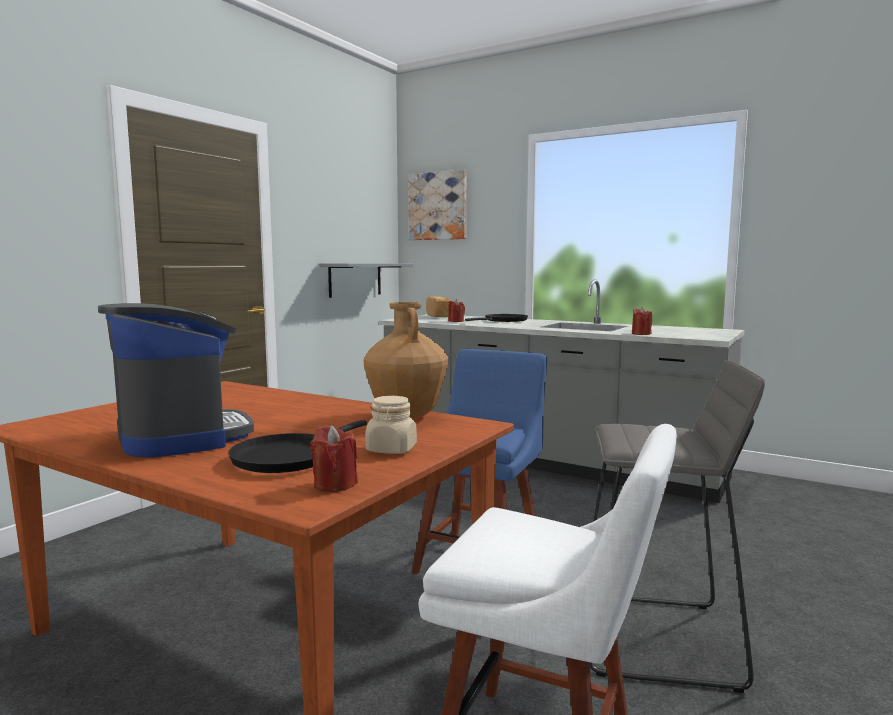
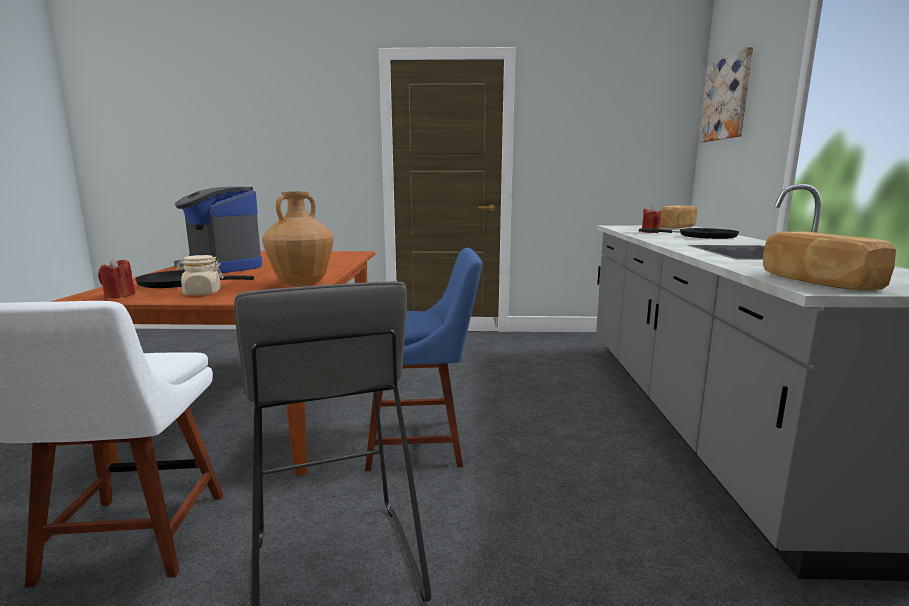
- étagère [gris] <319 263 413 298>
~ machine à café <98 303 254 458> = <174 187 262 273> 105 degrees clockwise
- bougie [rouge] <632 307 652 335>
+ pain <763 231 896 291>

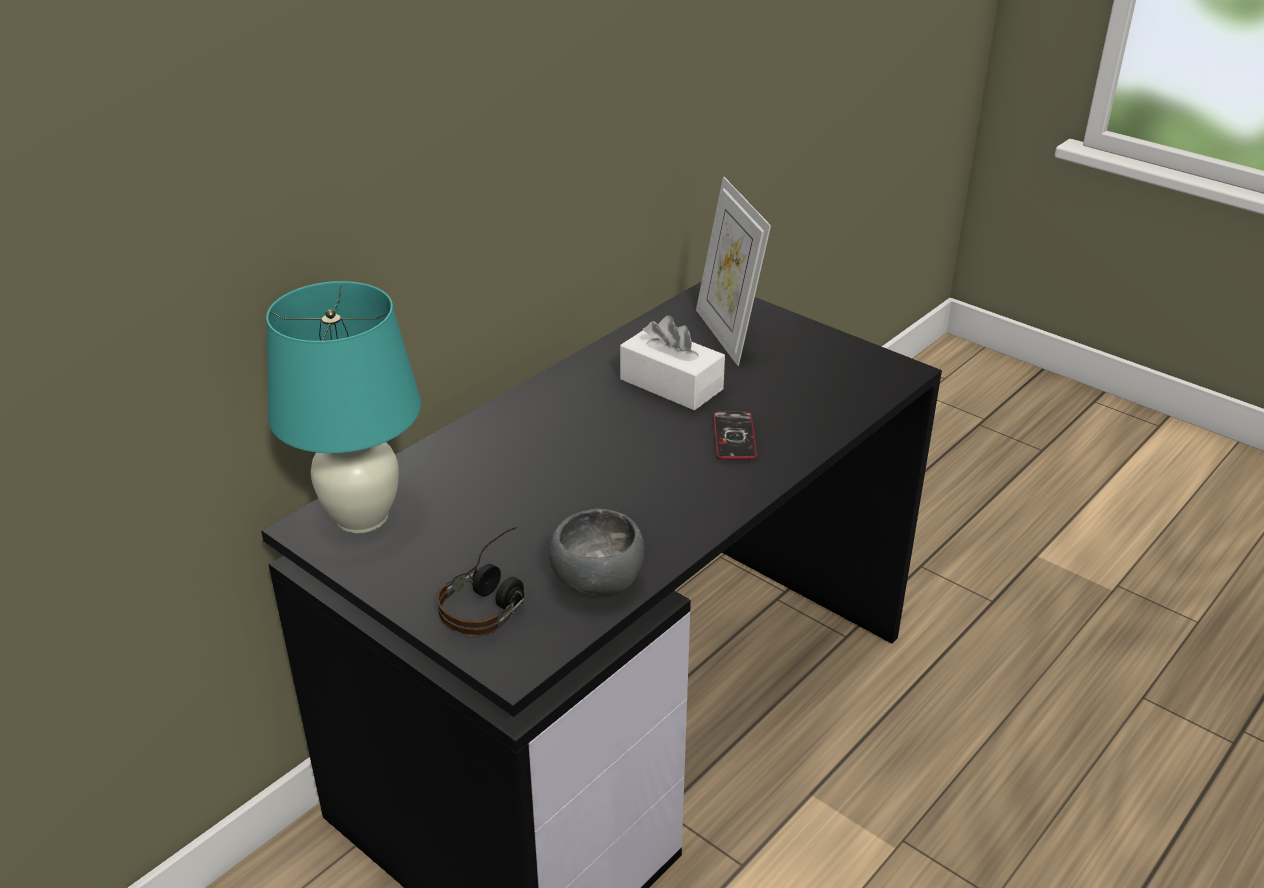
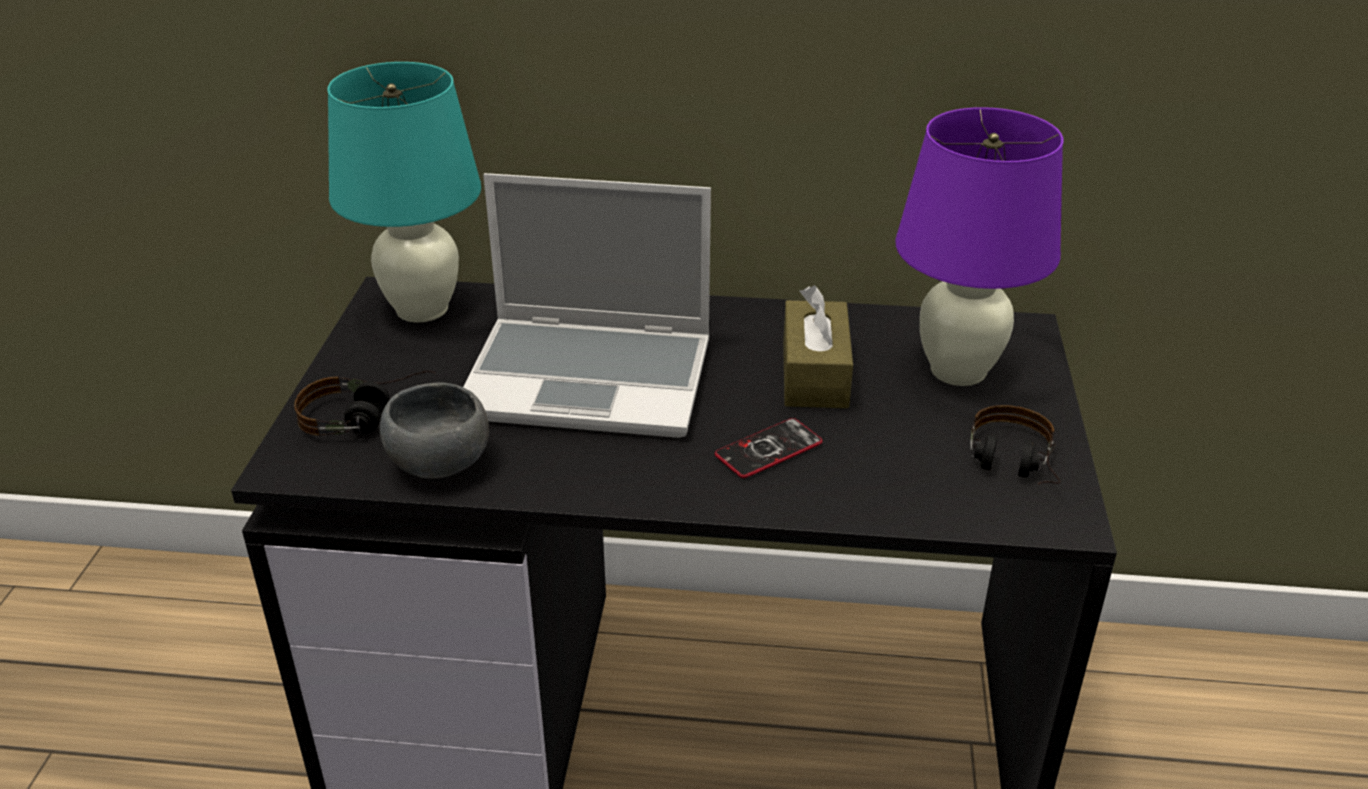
~ cadre photo <696 177 771 366> to lampe de table [violet] <895 107 1064 386>
~ boîte à mouchoirs [blanc] <620 315 725 411> to boîte à mouchoirs [marron] <783 285 853 408>
+ ordinateur portable <463 173 711 438>
+ casque audio <970 405 1061 485>

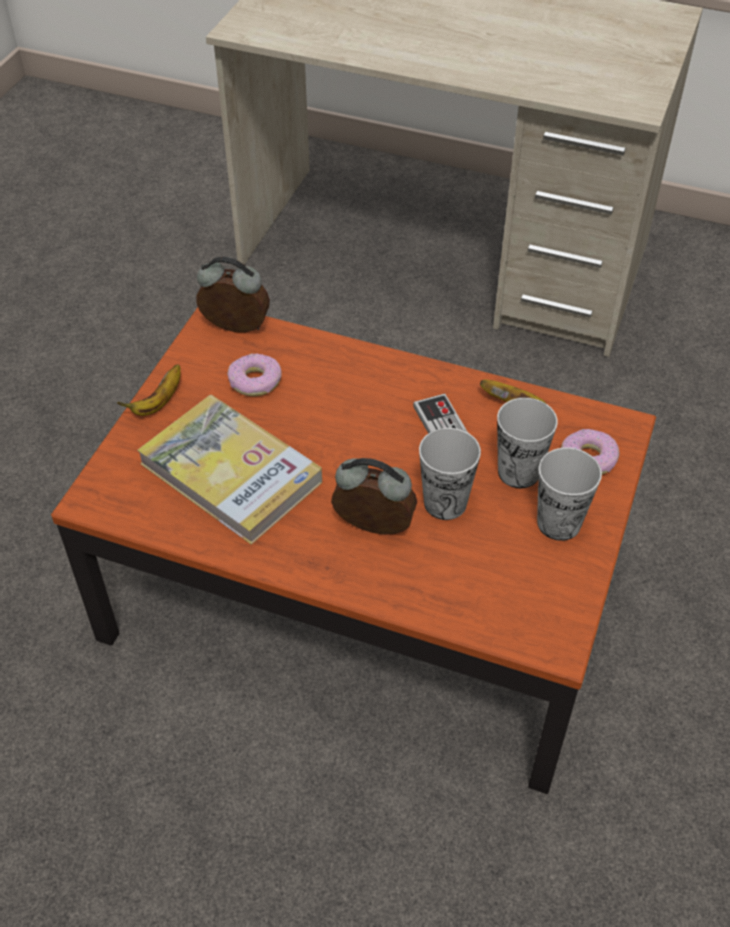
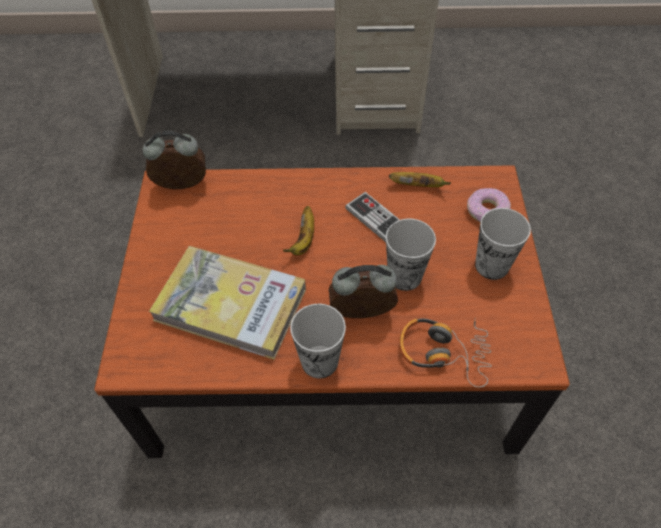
- beignet <227 353 282 397>
~ banane <117 364 181 416> to <283 206 314 255>
~ tasse <497 398 558 488> to <290 304 346 379>
+ casque audio <399 318 492 388>

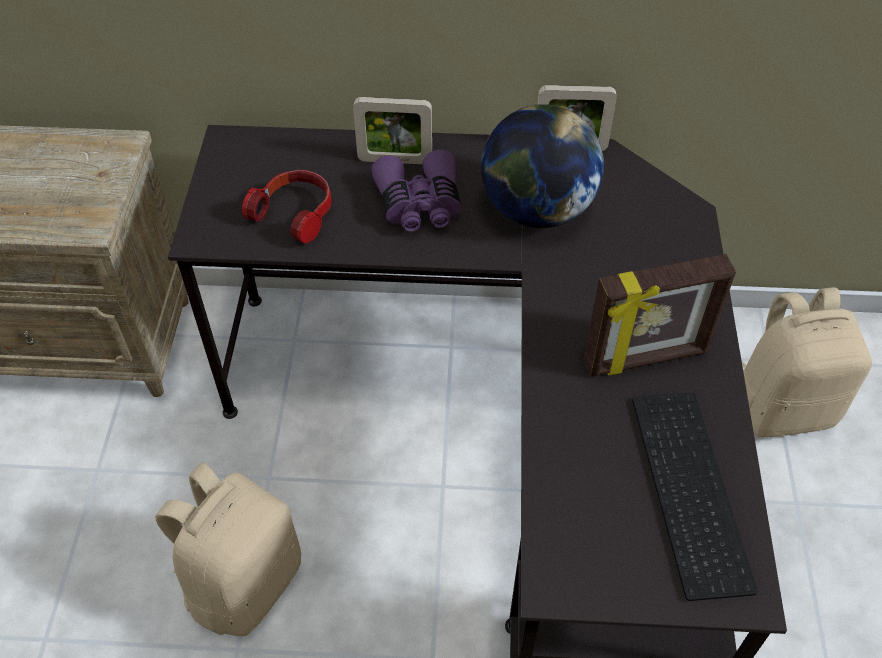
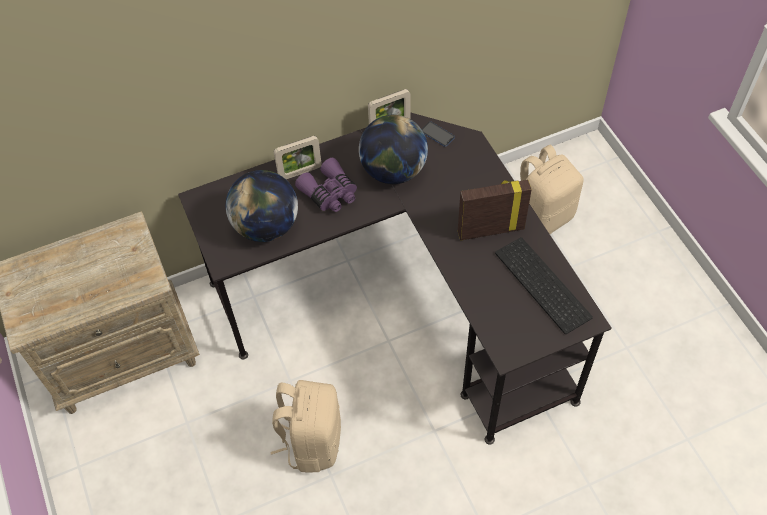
~ casque audio <242 170 332 243> to globe <226 170 298 242>
~ cadre photo <584 254 736 377> = <458 180 532 240> 150 degrees counterclockwise
+ téléphone <422 121 455 147>

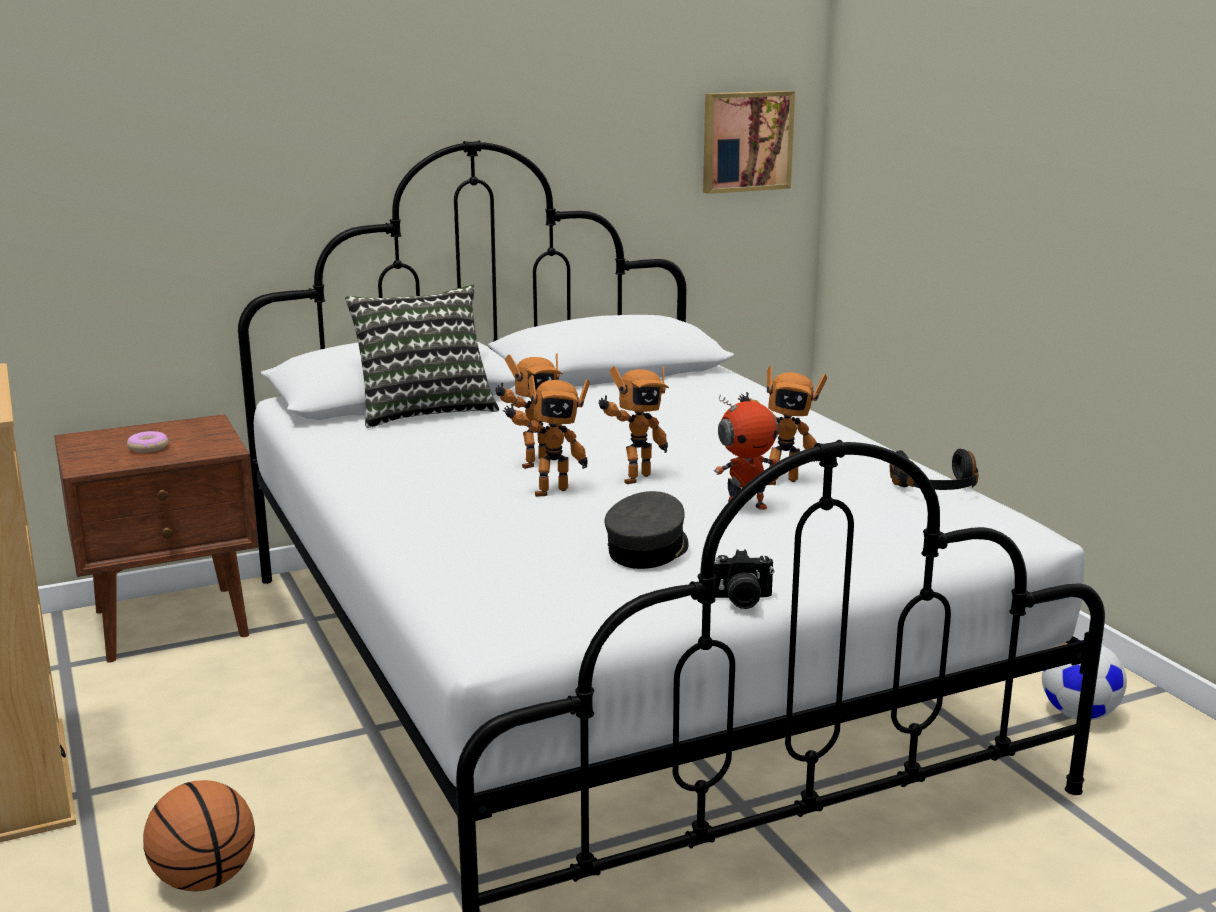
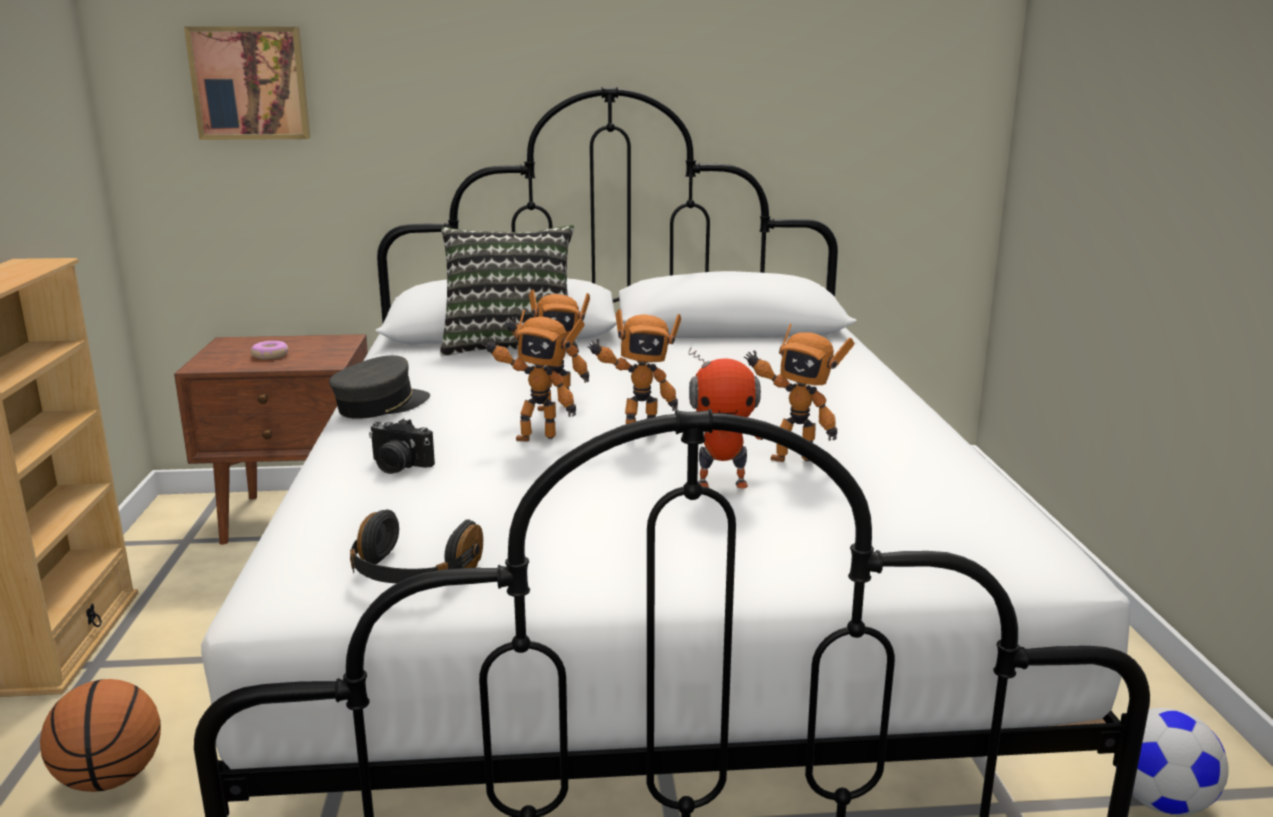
~ tableau <703 91 795 194> to <184 26 310 140>
~ casque audio [noir] <890 448 979 490> to <350 509 483 583>
~ casquette [gris] <604 491 689 569> to <329 355 430 419>
~ appareil photo <714 549 774 609> to <369 419 435 474>

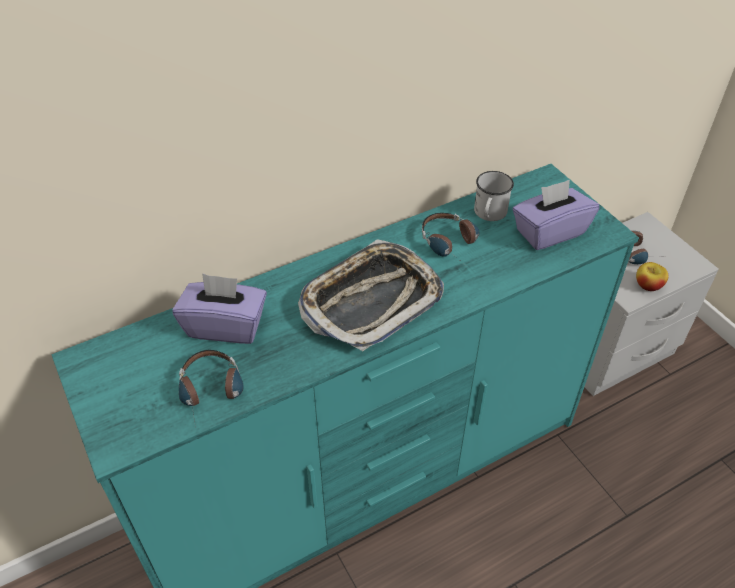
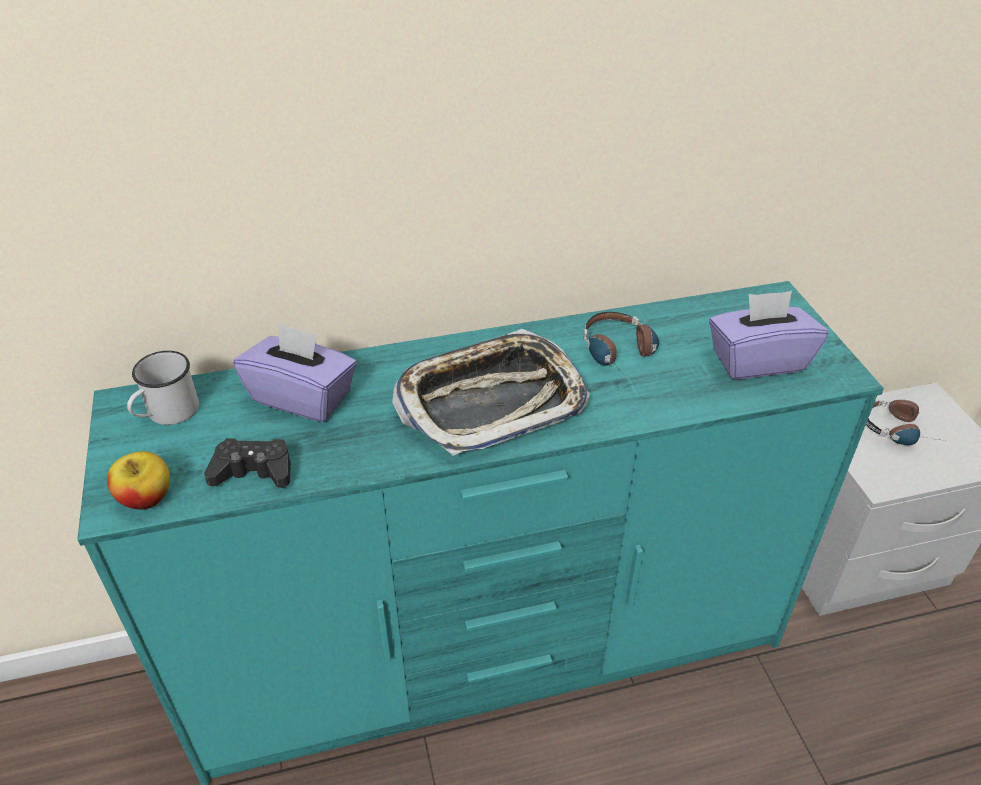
~ mug [blanc] <474 171 514 221> to <127 351 199 425>
~ pomme <636 262 668 291> to <107 451 170 509>
~ casque audio <179 350 244 428> to manette [noir] <204 438 291 488>

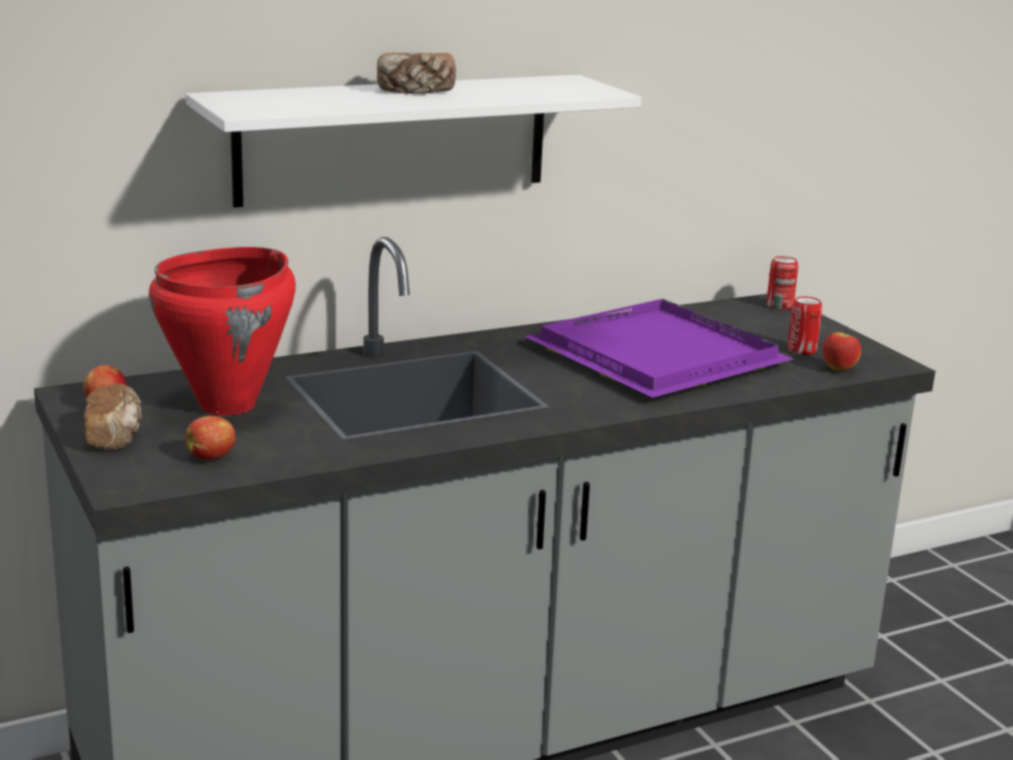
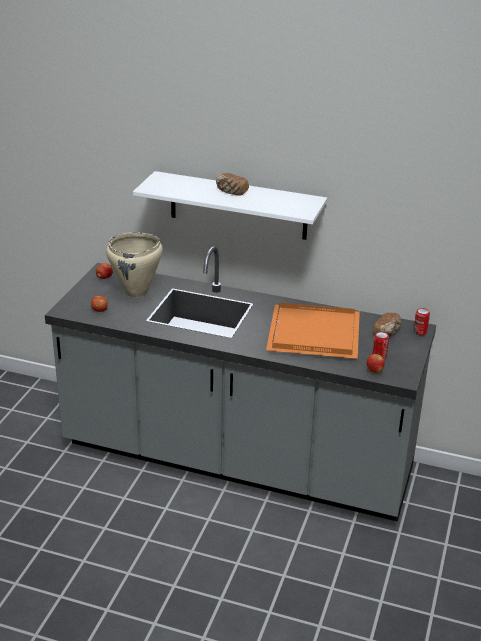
~ marmite [rouge] <149 247 296 415> to marmite [beige] <106 232 163 298>
~ plateau [violet] <524 299 793 398> to plateau [orange] <266 303 360 359>
~ pain <84 384 142 450> to <373 312 402 337>

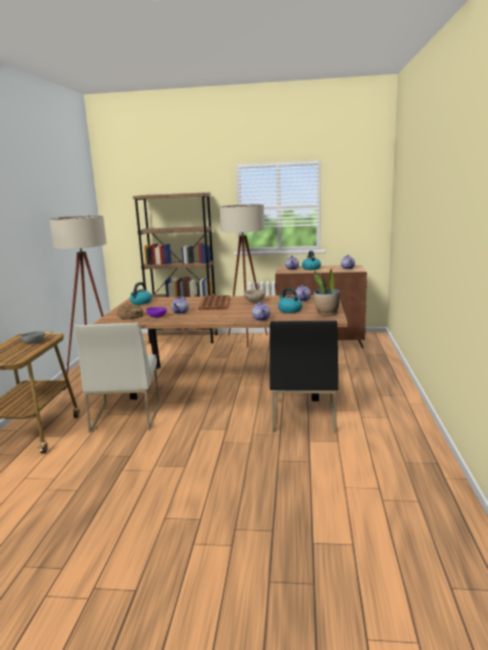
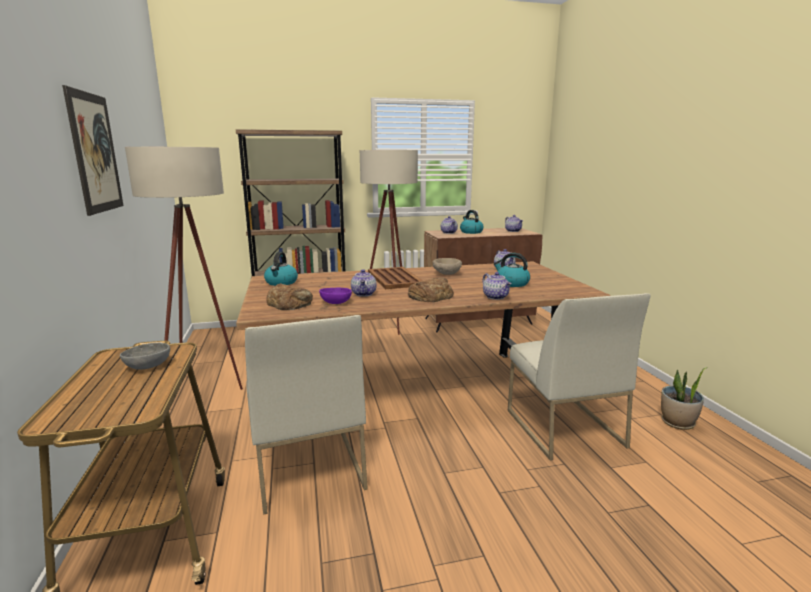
~ plante en pot <314 268 340 316> to <661 367 707 430>
~ chaise [noir] <270 320 338 433> to chaise [blanc] <508 293 651 461>
+ tableau <62 85 123 216>
+ pain <408 277 454 302>

